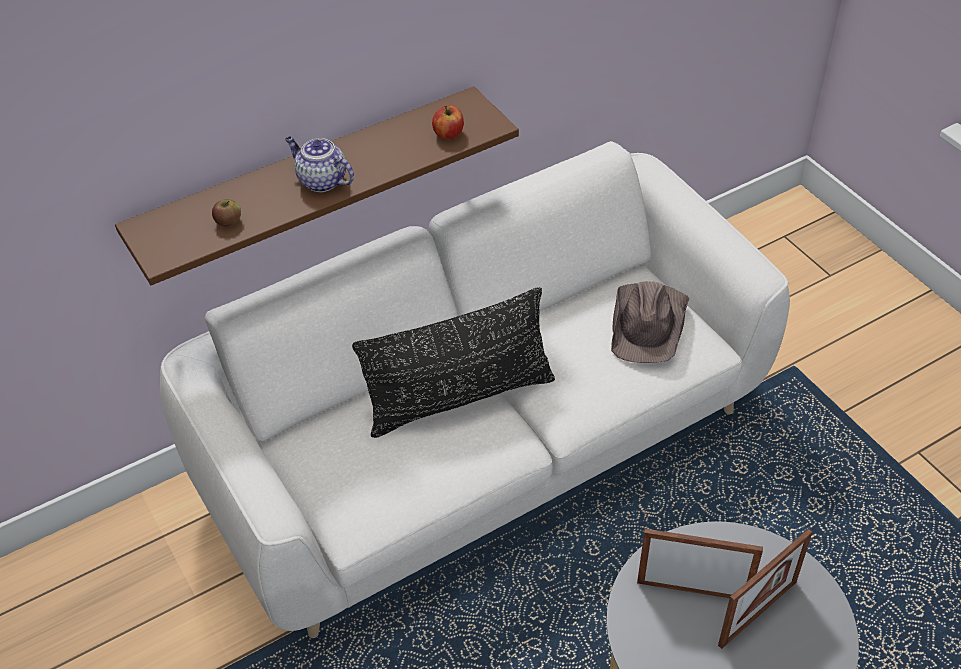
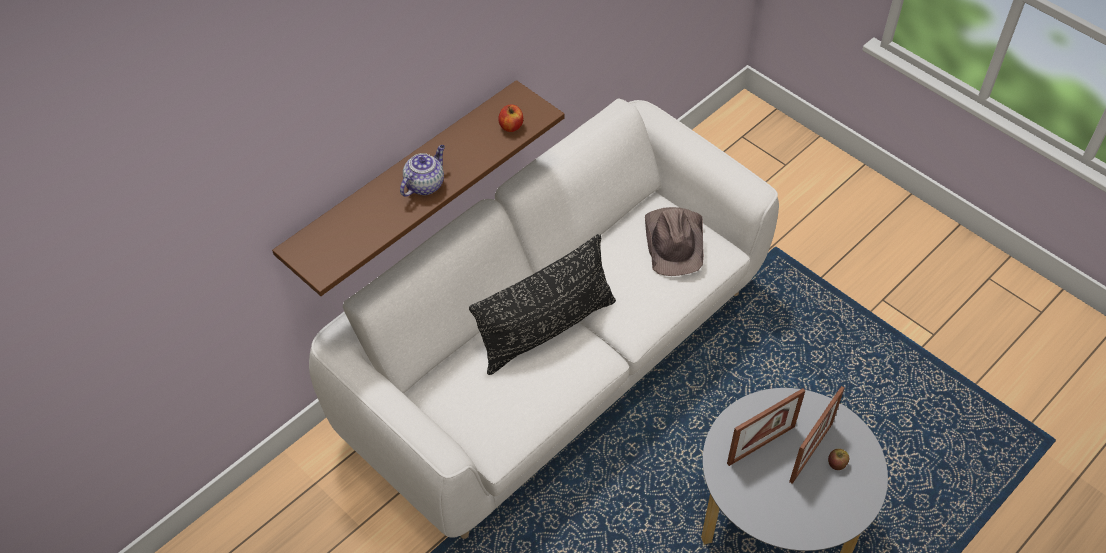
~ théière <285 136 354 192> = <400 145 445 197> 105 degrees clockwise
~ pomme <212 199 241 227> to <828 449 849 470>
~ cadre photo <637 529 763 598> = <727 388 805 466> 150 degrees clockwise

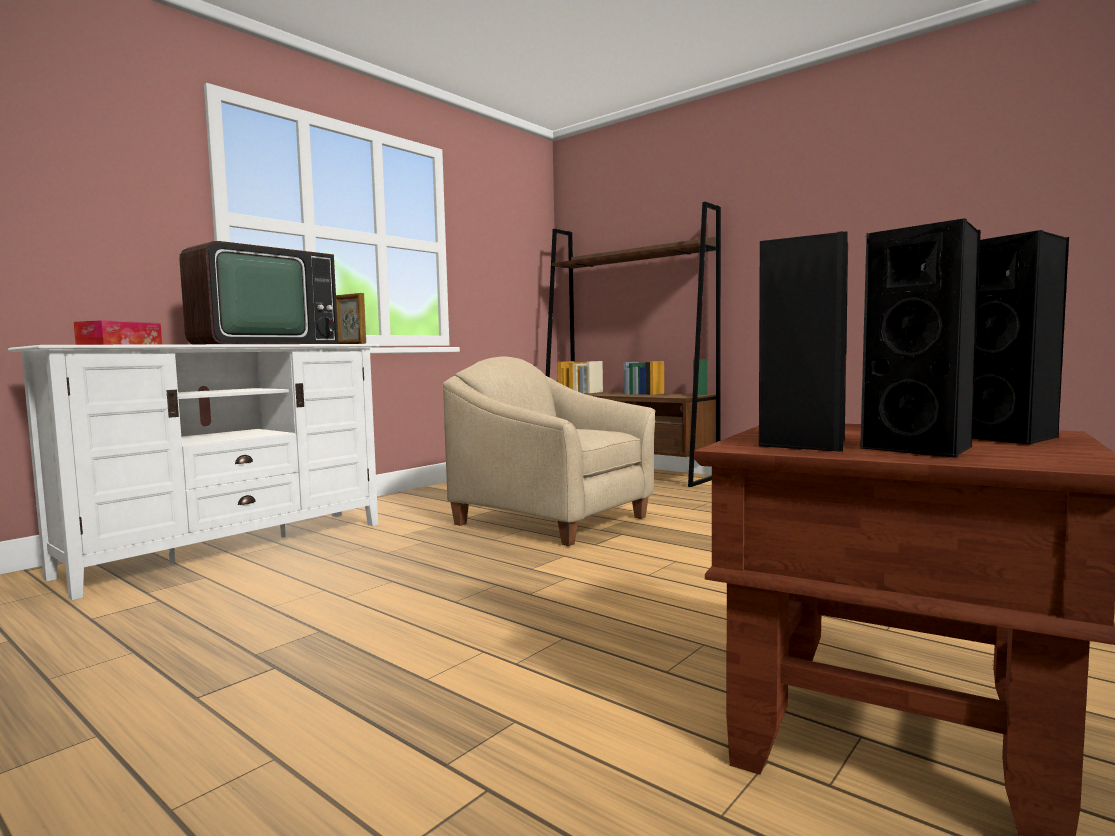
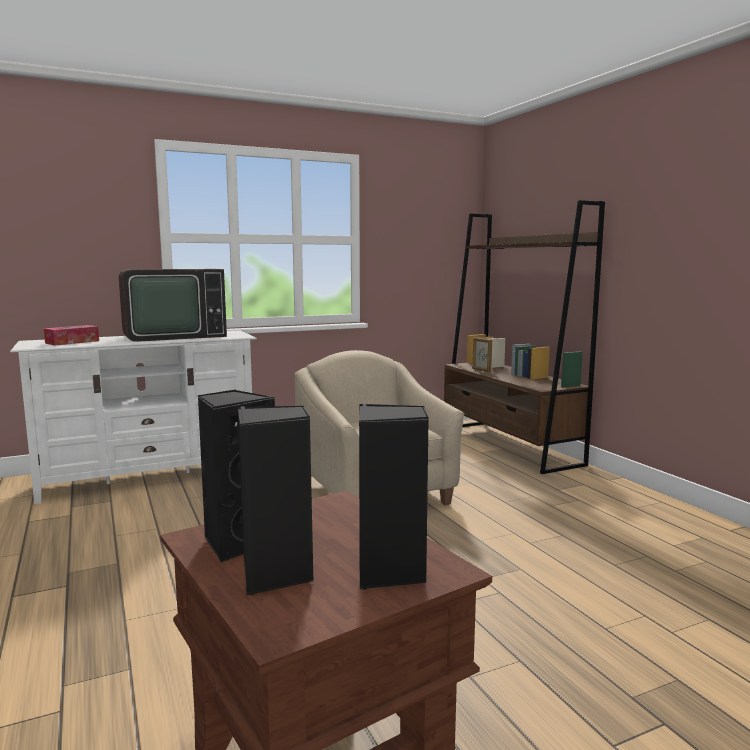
~ cadre photo <336 293 366 344> to <472 337 492 372>

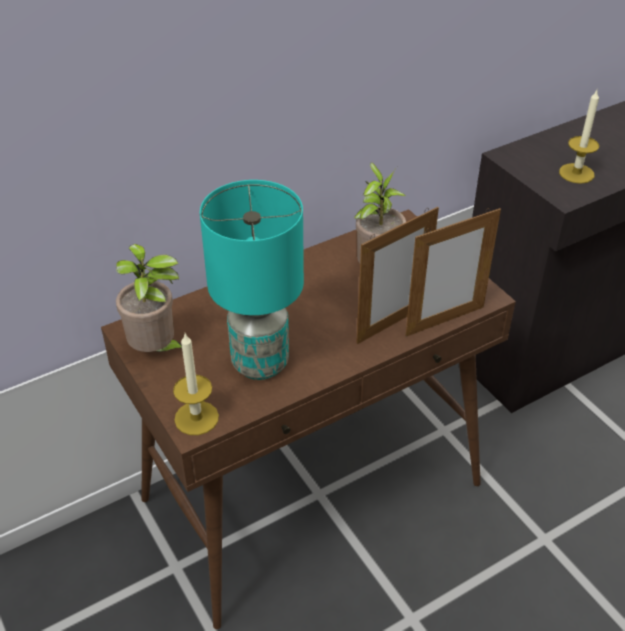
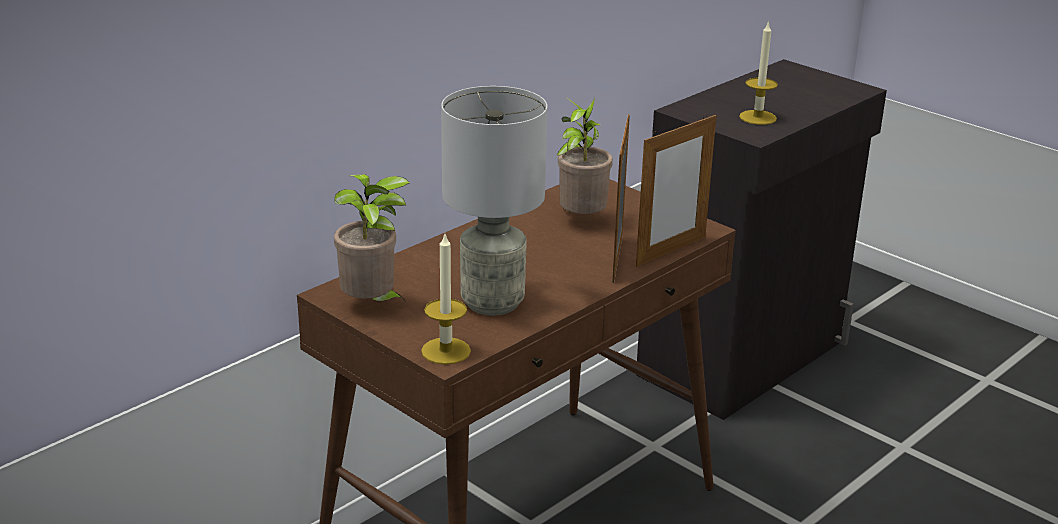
~ lampe de table [turquoise] <200 180 304 380> to lampe de table [gris] <441 86 547 315>
~ cadre photo <356 207 439 344> = <612 114 630 283> 150 degrees clockwise

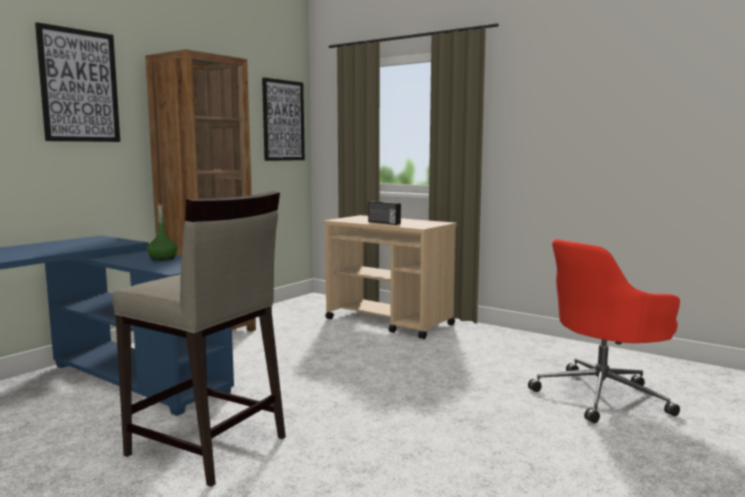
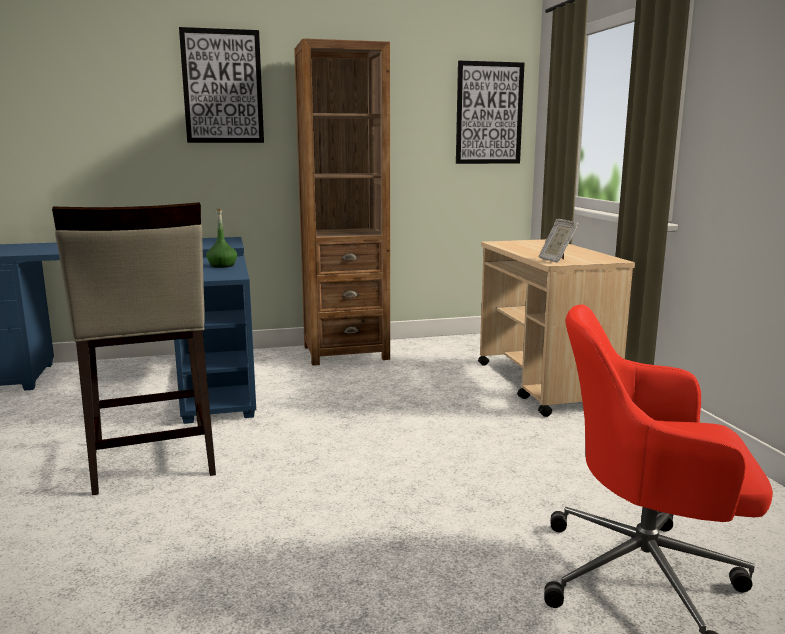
- radio <368 201 401 225>
+ cadre photo <539 219 579 263>

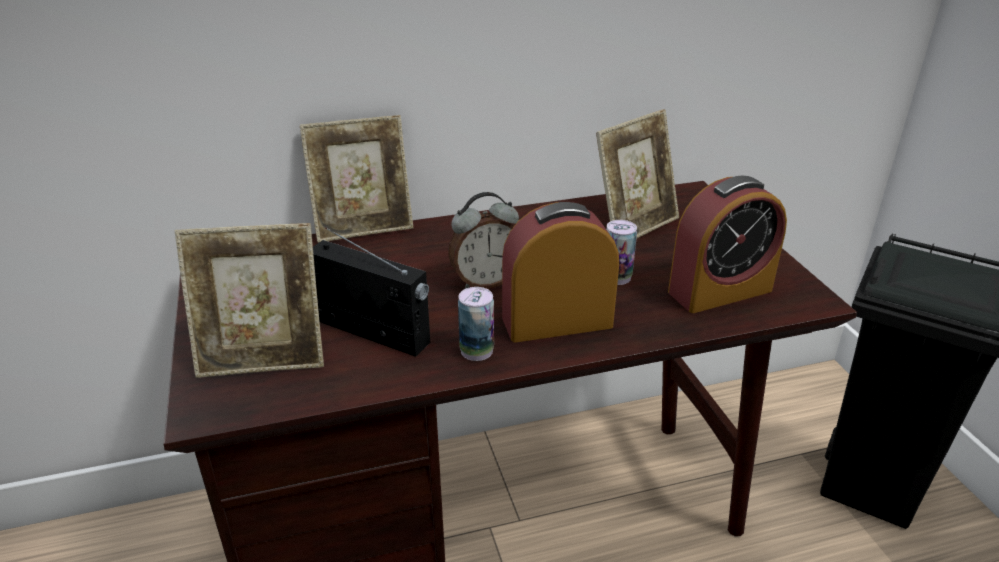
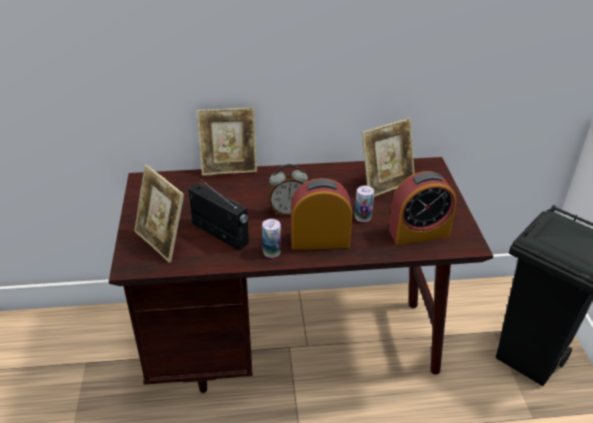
~ cadre photo <175 223 324 378> = <134 164 184 263> 45 degrees clockwise

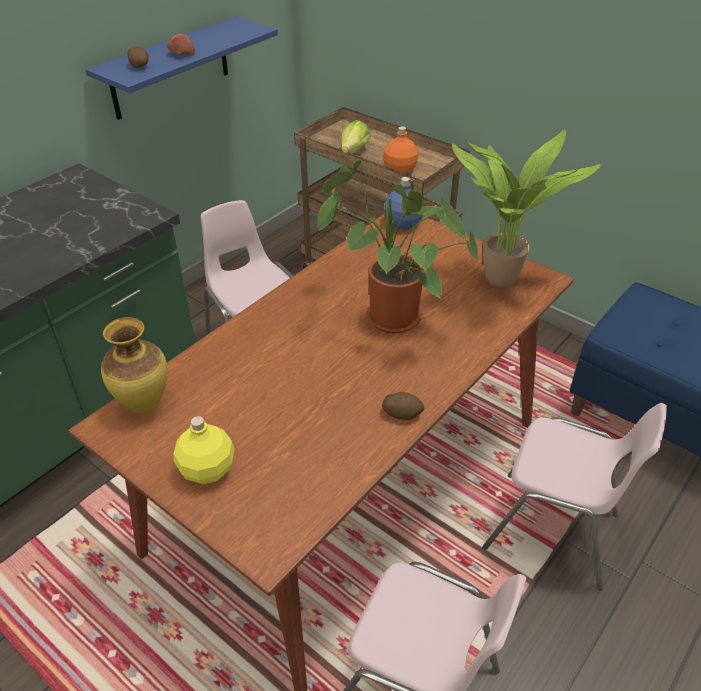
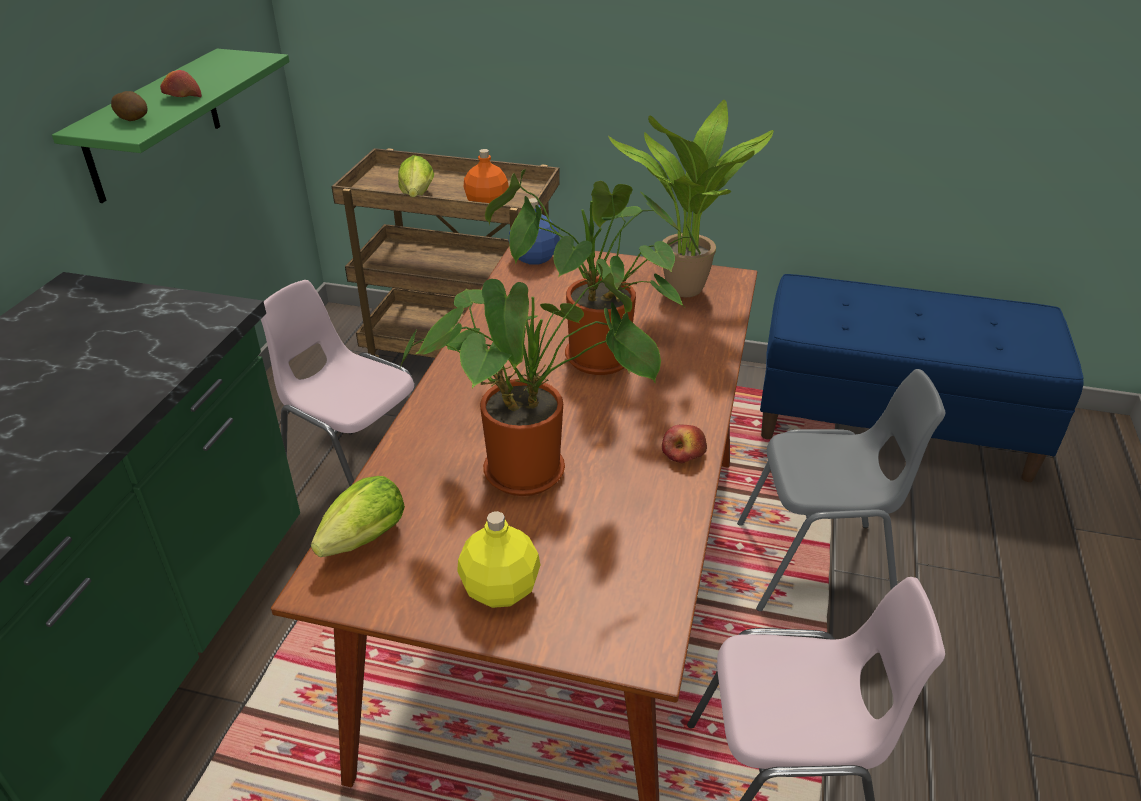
~ étagère [bleu] <86 17 278 120> to étagère [vert] <52 49 289 203>
~ vase <101 317 168 413> to laitue <311 476 405 557>
~ pomme de terre <382 392 424 420> to pomme <662 425 707 463>
~ chaise [rose] <482 403 667 590> to chaise [gris] <737 369 945 611>
+ plante en pot <400 262 661 496>

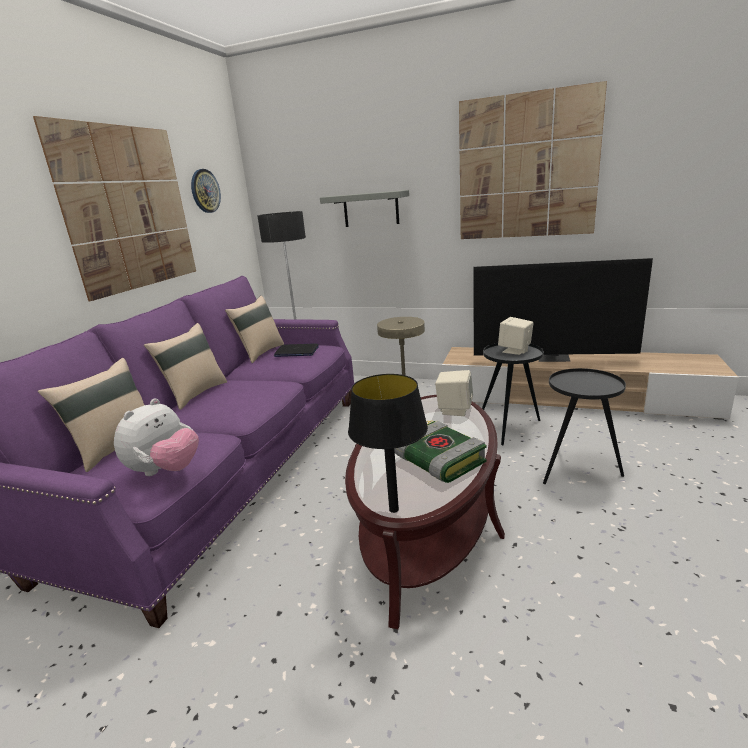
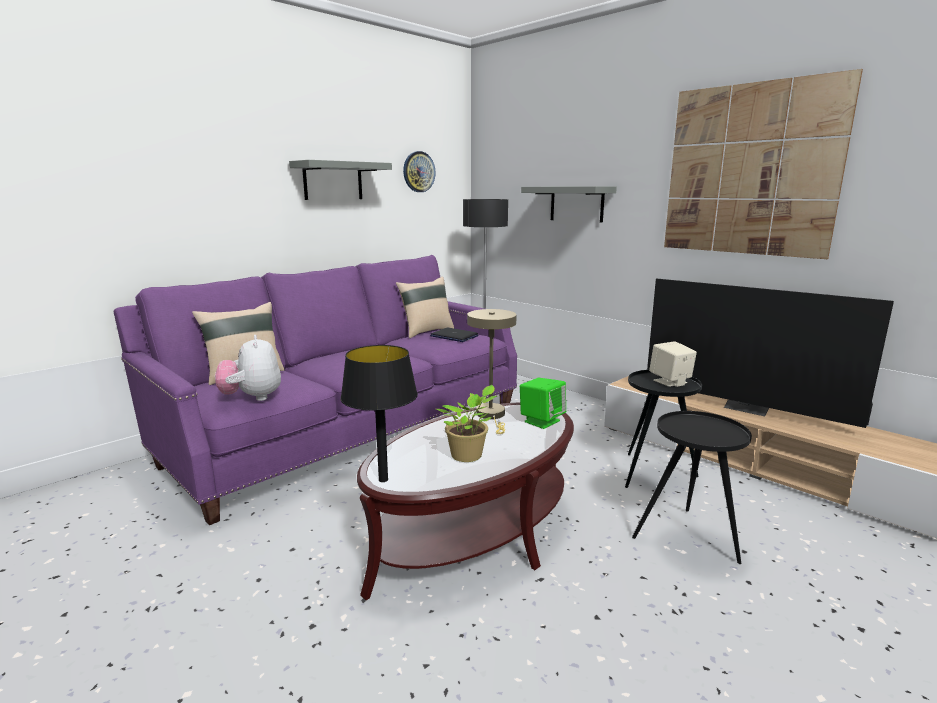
~ tableau <33 116 196 301> to étagère [gris] <289 160 392 200>
- coussin [beige] <144 323 227 410>
~ enceinte [beige] <435 370 473 416> to enceinte [vert] <520 378 566 429>
~ peluche <114 398 199 476> = <215 335 281 401> 105 degrees clockwise
~ livre <394 421 487 483> to plante en pot <436 385 497 462>

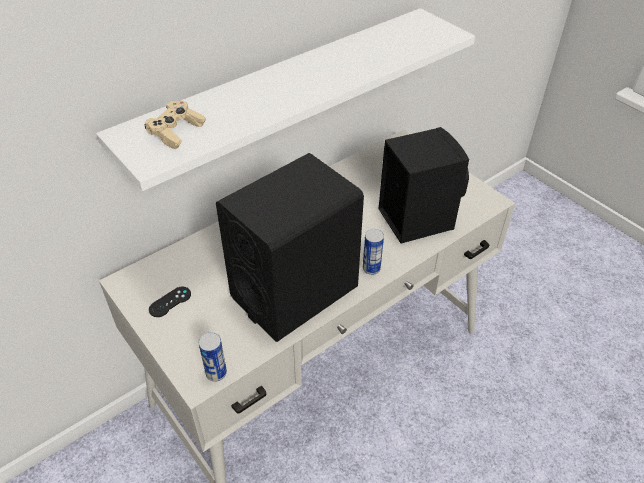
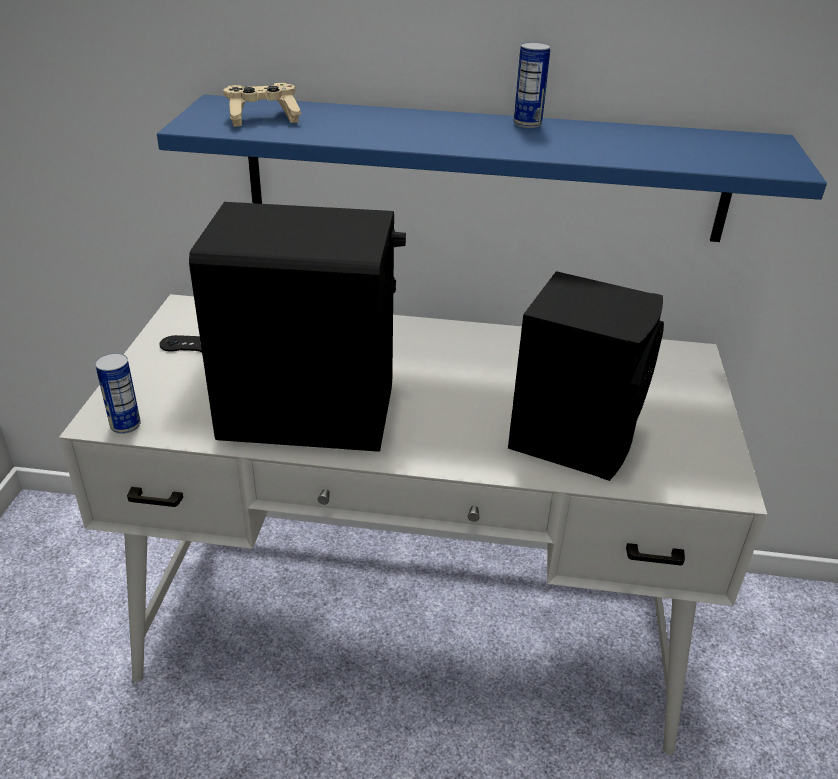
~ étagère [blanc] <96 8 475 191> to étagère [bleu] <157 95 827 242>
~ boîte métallique <363 229 384 275> to <514 42 551 128>

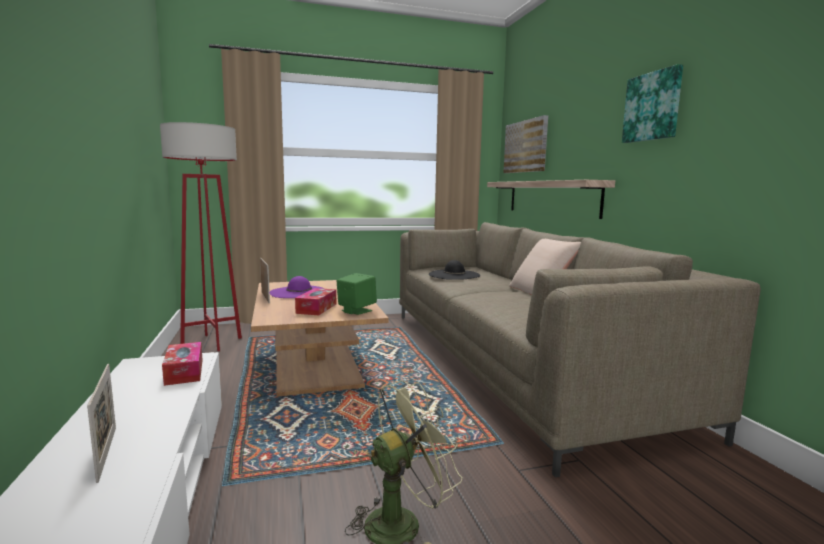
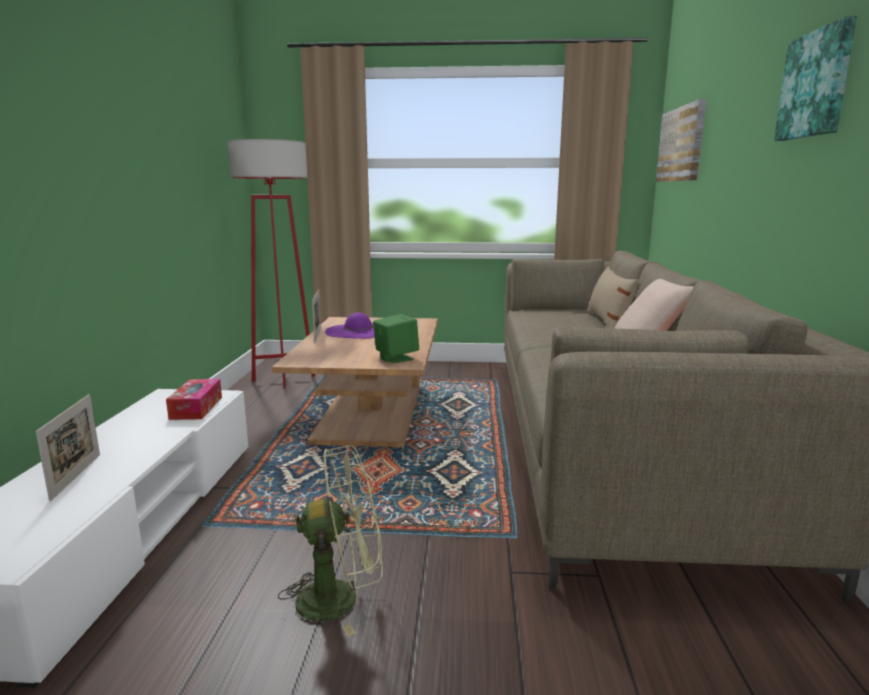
- étagère <487 180 615 219>
- chapeau [noir] <429 260 480 280>
- boîte à mouchoirs <295 288 336 315>
+ coussin [beige] <587 266 638 329>

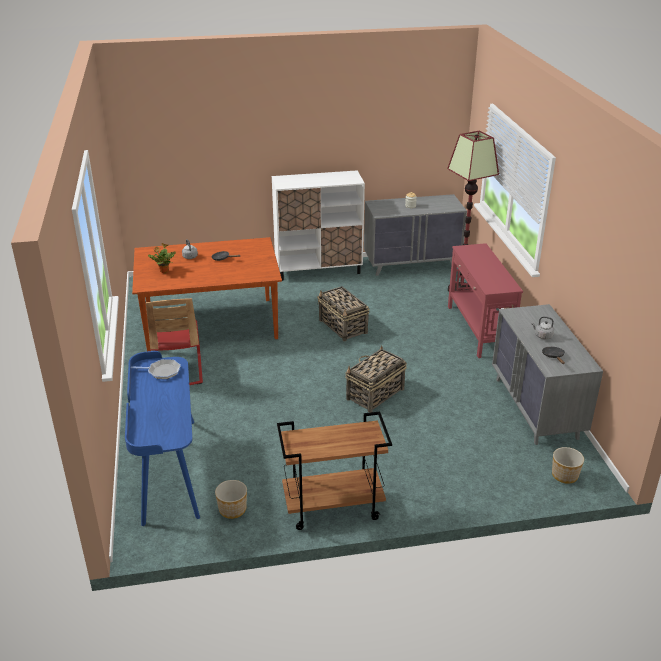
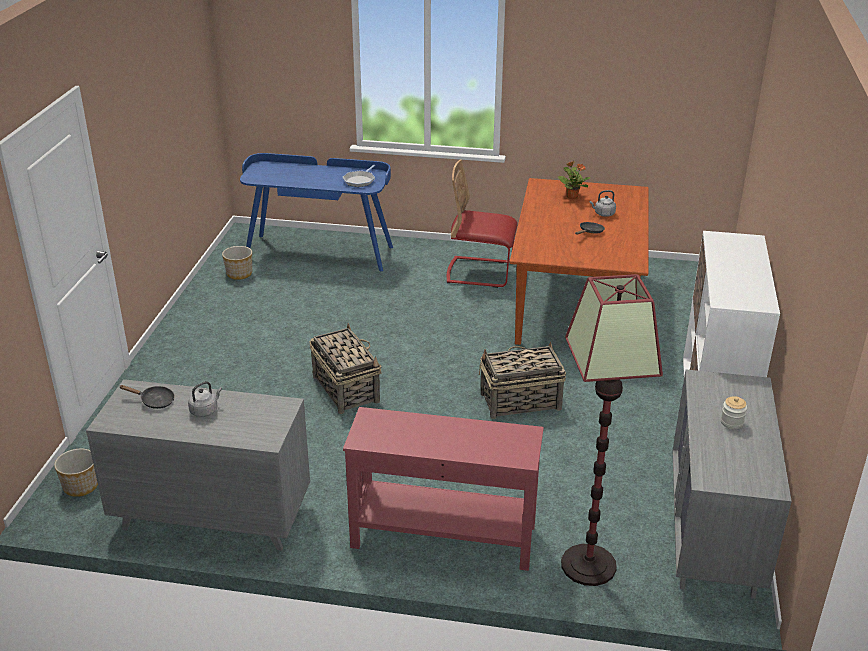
- chariot [marron] <277 411 392 530>

